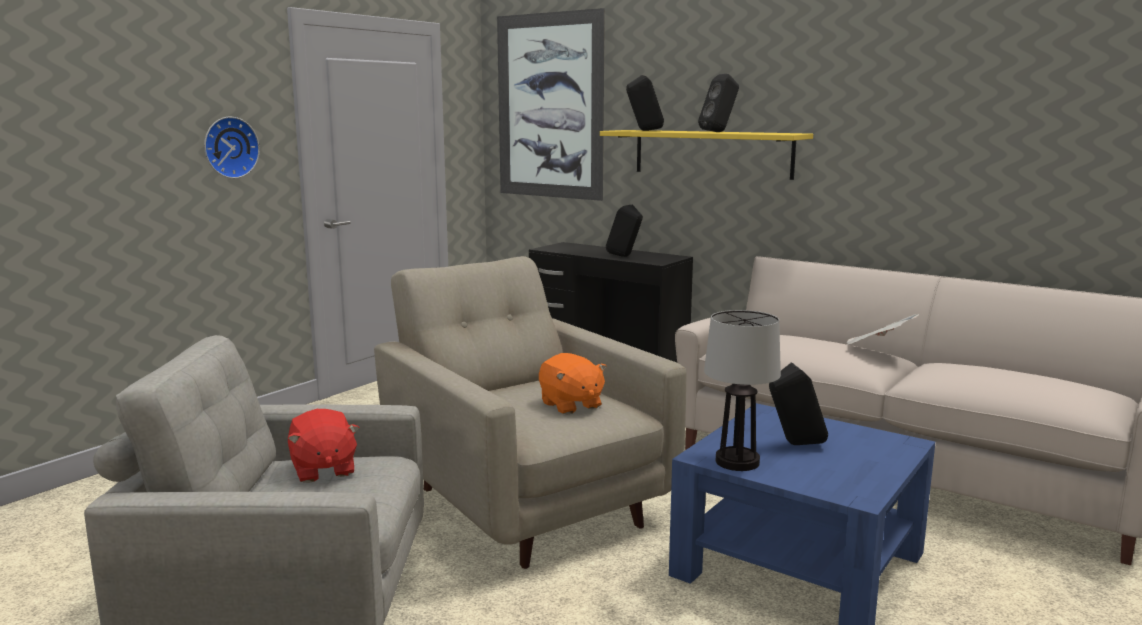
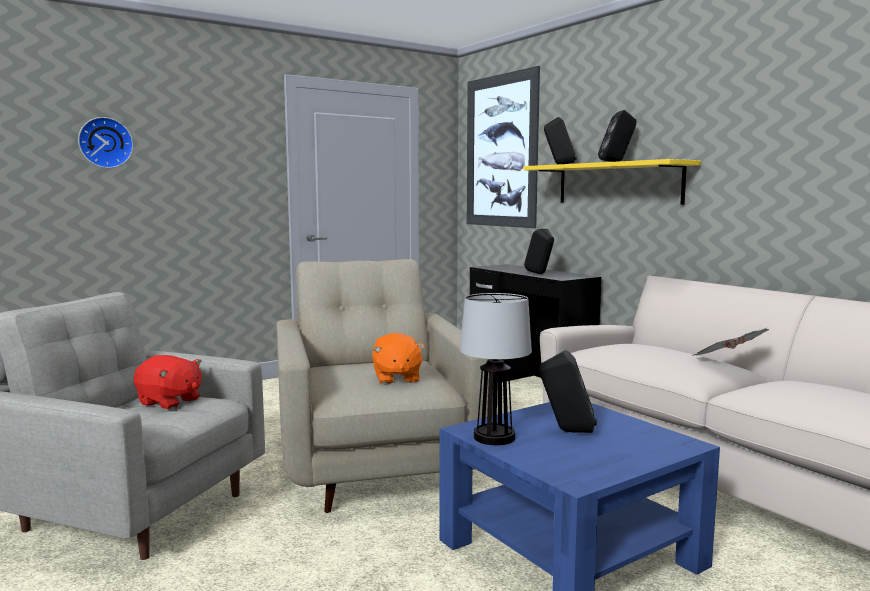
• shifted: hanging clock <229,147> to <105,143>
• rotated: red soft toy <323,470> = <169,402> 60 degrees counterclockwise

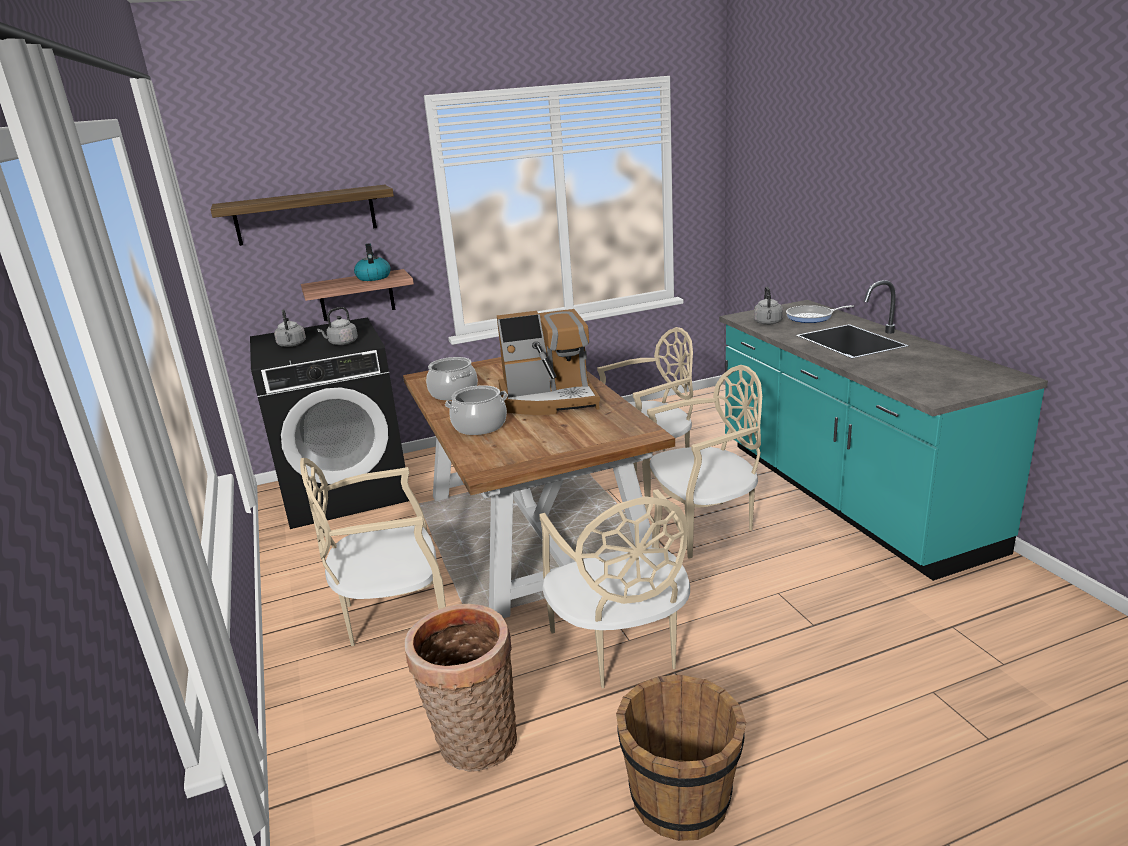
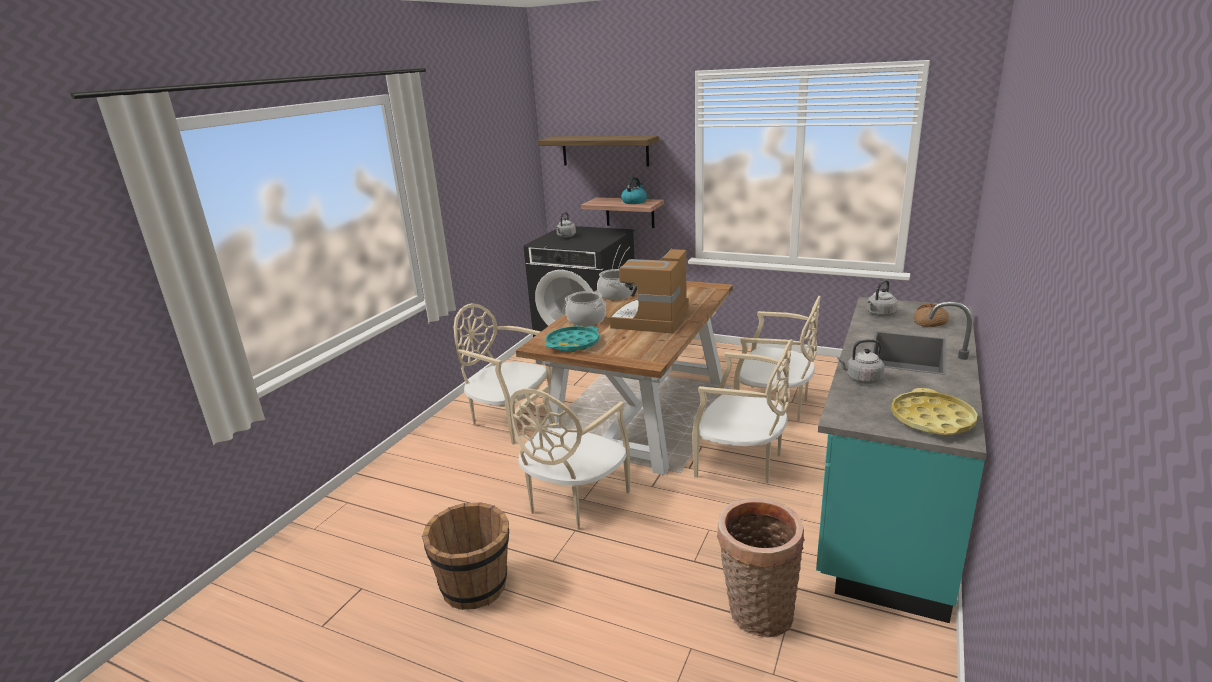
• new: turquoise serving tray <573,343>
• new: yellow serving tray <931,419>
• shifted: grey water kettle <342,343> to <861,379>
• shifted: storage basket <474,745> to <756,613>
• swapped: pan <812,317> to bread <930,322>
• rotated: coffee machine <549,399> = <651,318> 75 degrees clockwise

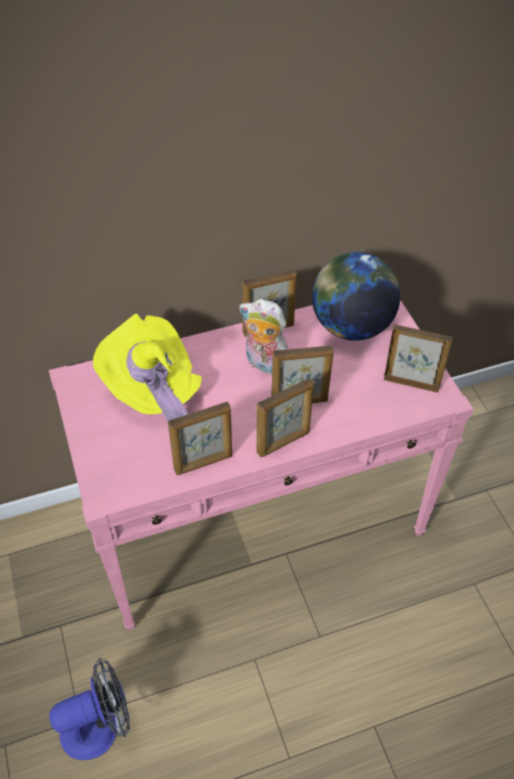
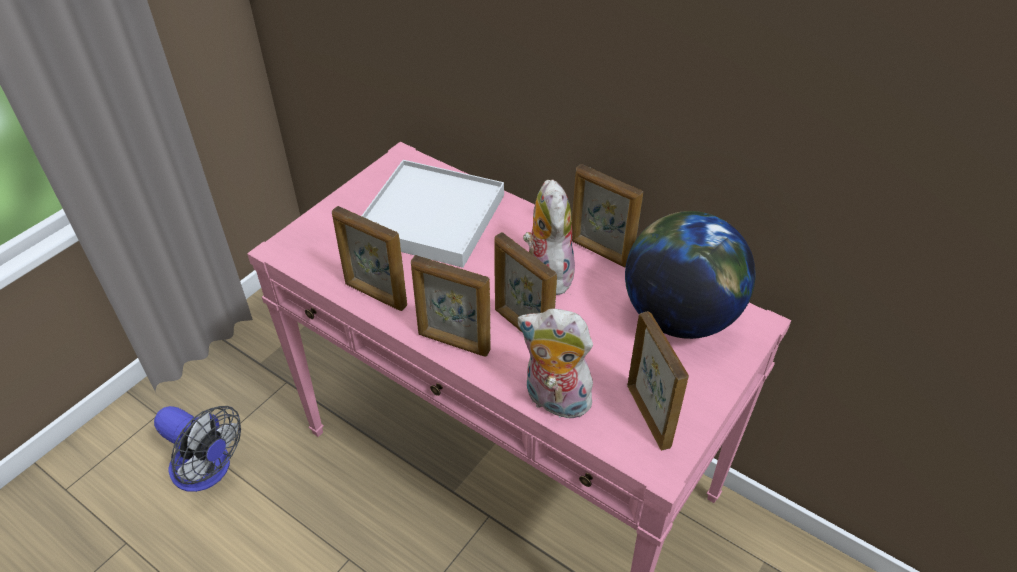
• new: soft toy <554,401>
• swapped: yellow wearable hat <154,394> to white-coloured serving tray <431,217>

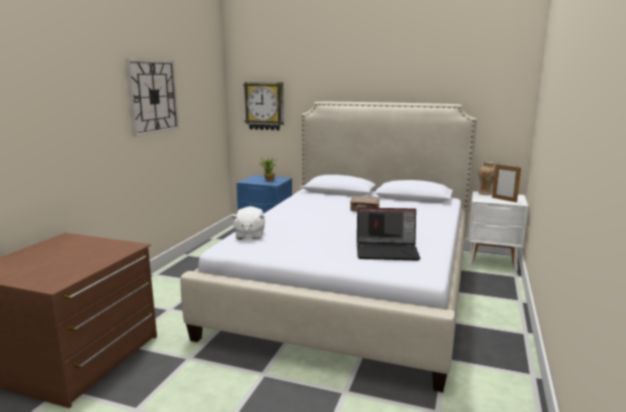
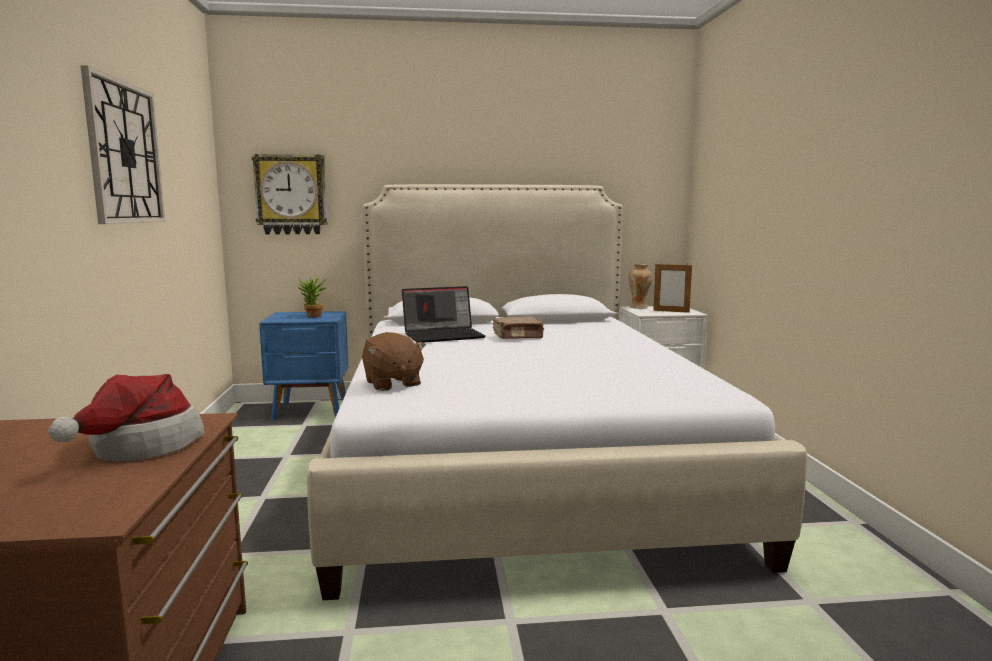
• new: wearable hat <138,446>
• shifted: portable computer <387,251> to <444,335>
• repainted: white-coloured soft toy <249,235> to brown soft toy <392,384>

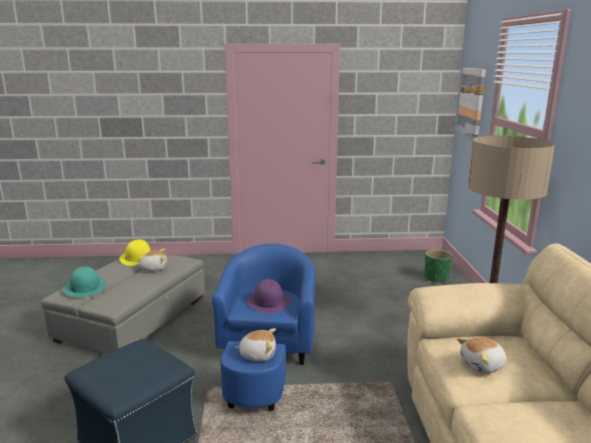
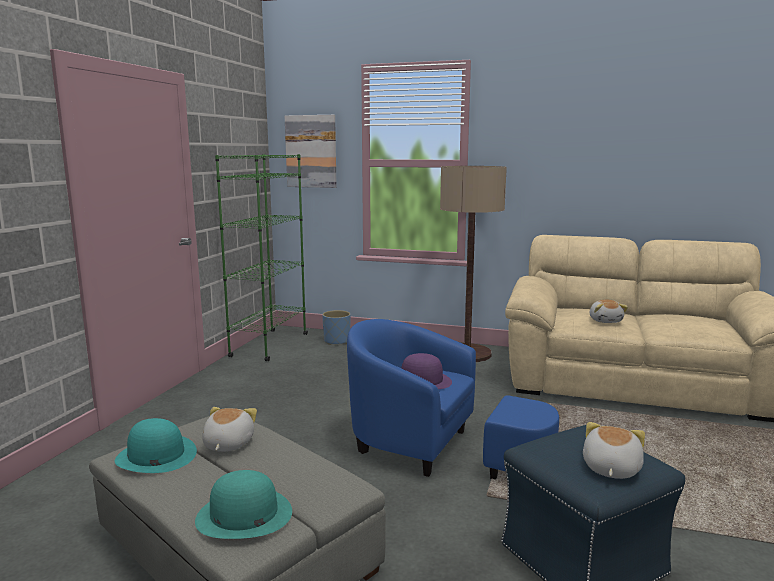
• new: green-coloured bookshelf <269,345>
• shifted: soft toy <257,354> to <610,469>
• repainted: yellow wearable hat <138,258> to turquoise wearable hat <156,455>
• repainted: green-coloured planter <436,278> to bluish planter <337,341>

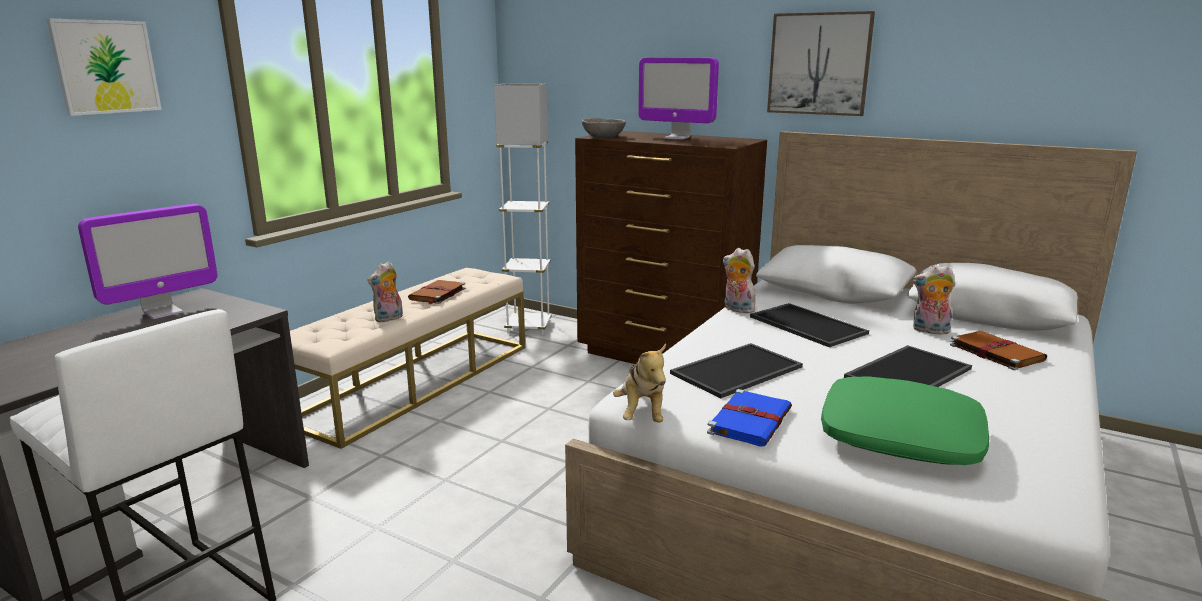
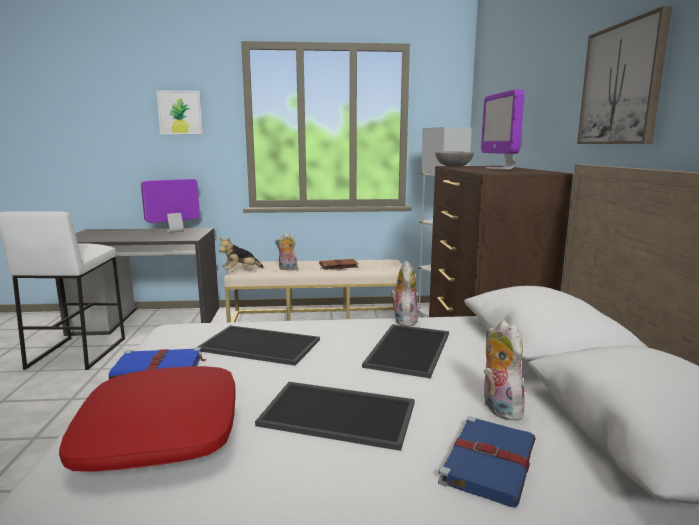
• shifted: soft toy <642,414> to <240,271>
• repainted: green-coloured pillow <900,437> to red pillow <161,433>
• repainted: brown volume <994,352> to bluish volume <489,461>
• rotated: computer display <163,312> = <174,231> 135 degrees clockwise

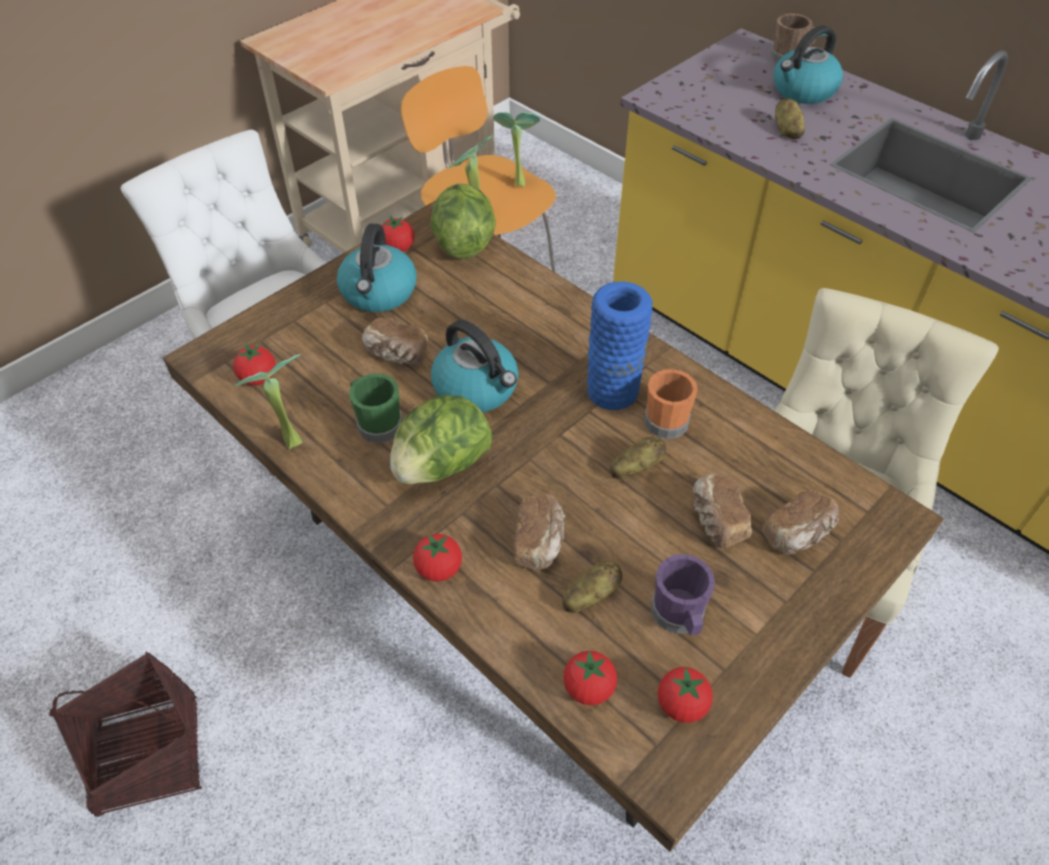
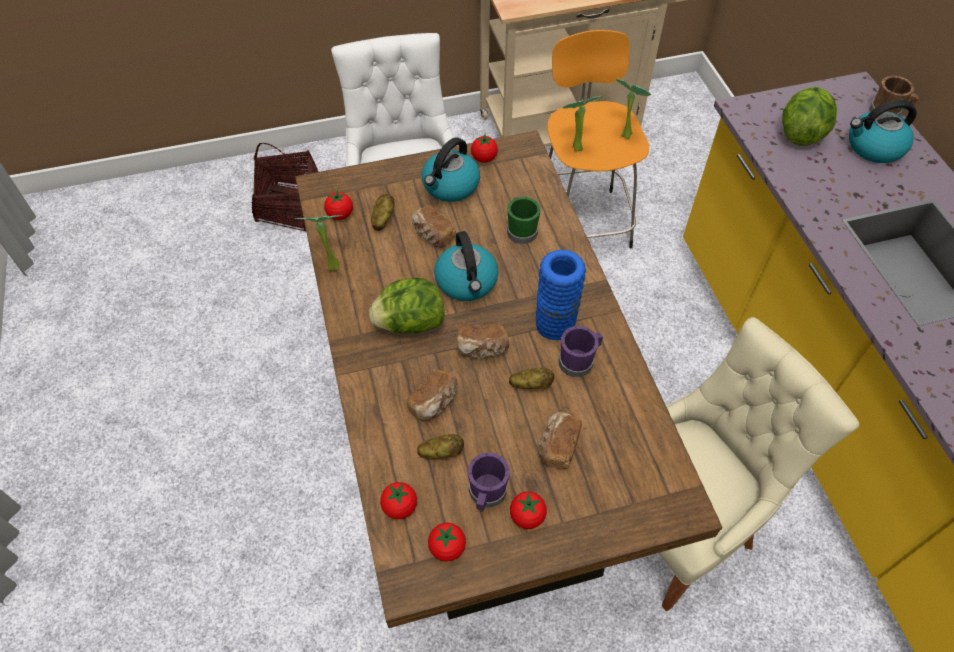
• shifted: storage basket <148,755> to <290,207>
• shifted: green-coloured coffee mug <376,423> to <521,230>
• shifted: tomato <439,569> to <527,516>
• shifted: lettuce head <463,243> to <800,133>
• shifted: bread <798,534> to <482,349>
• shifted: potato <786,130> to <382,219>
• repainted: orange-coloured coffee mug <668,418> to purplish coffee mug <579,361>

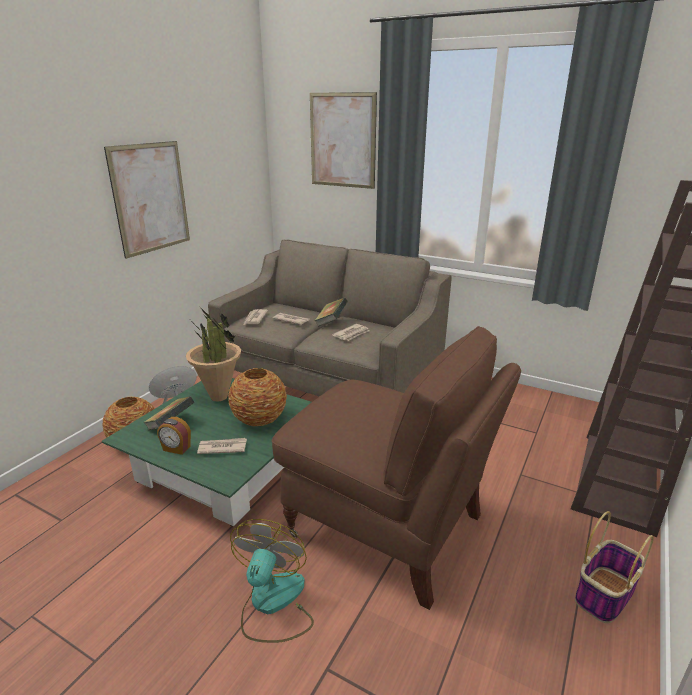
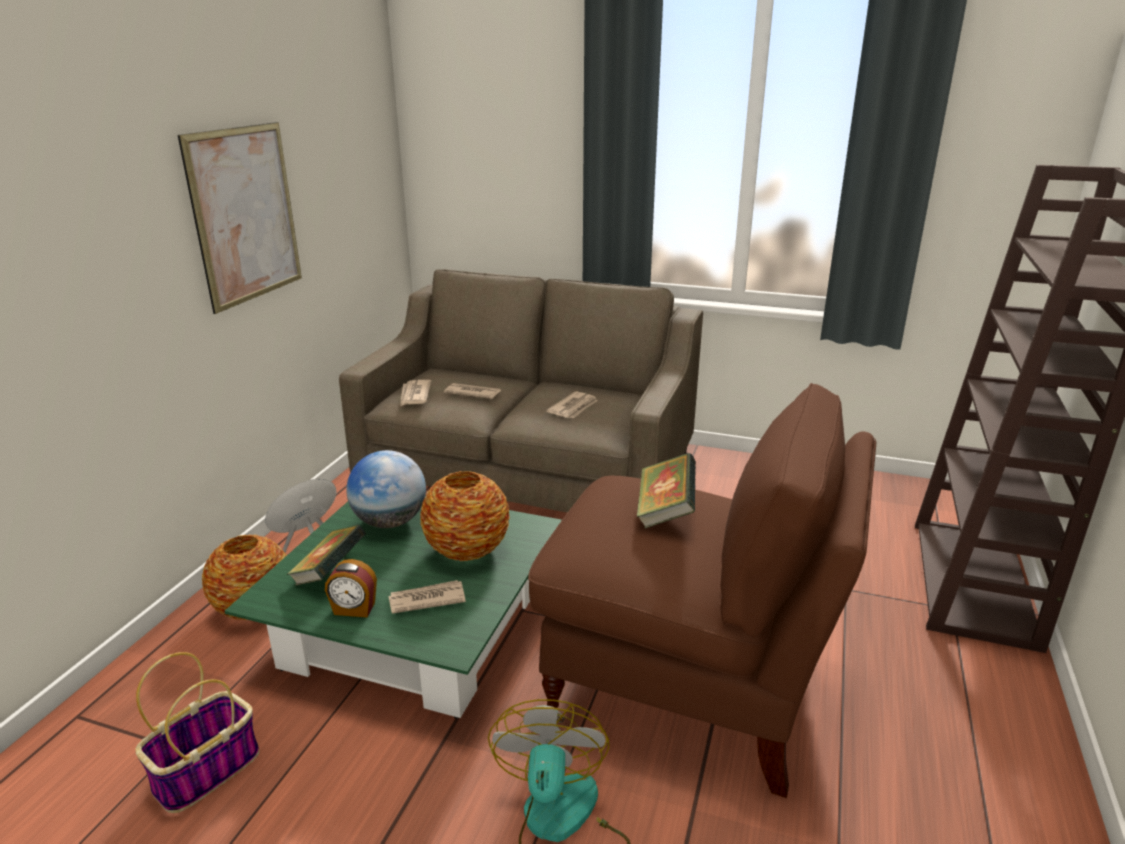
• gone: wall picture <342,141>
• shifted: volume <331,322> to <665,511>
• shifted: storage basket <604,594> to <207,770>
• swapped: houseplant <219,397> to world globe <390,522>

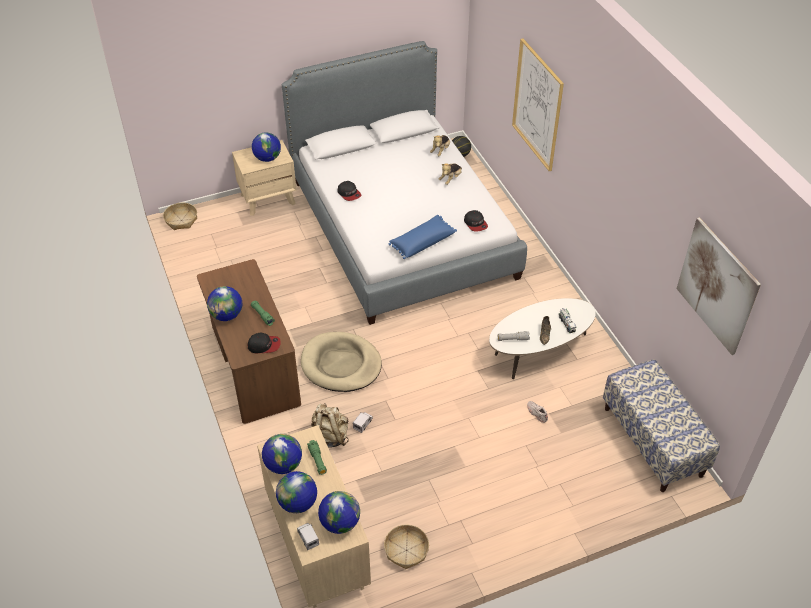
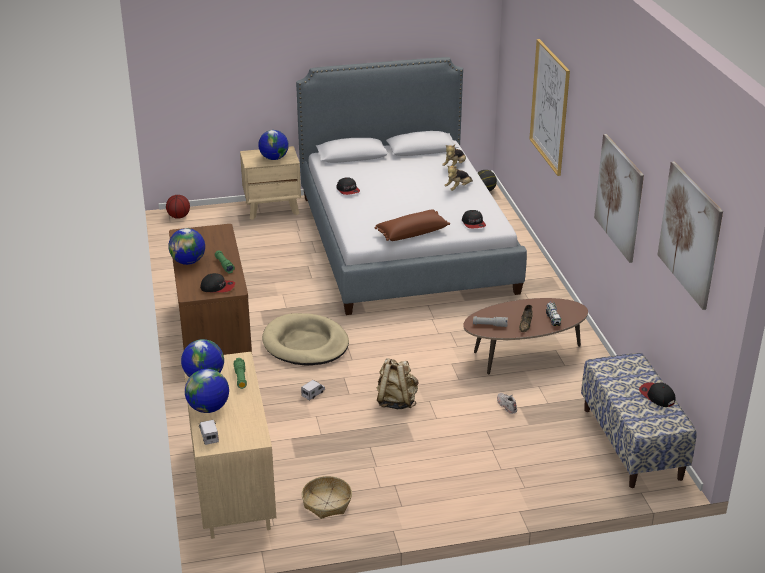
• gone: world globe <340,523>
• new: wall picture <619,197>
• new: peaked cap <657,396>
• shifted: beige-coloured knapsack <329,436> to <396,401>
• swapped: storage basket <181,220> to basketball <179,216>
• repainted: bluish pillow <422,242> to brown pillow <411,233>
• repainted: white-coloured coffee table <538,353> to brown coffee table <523,356>

